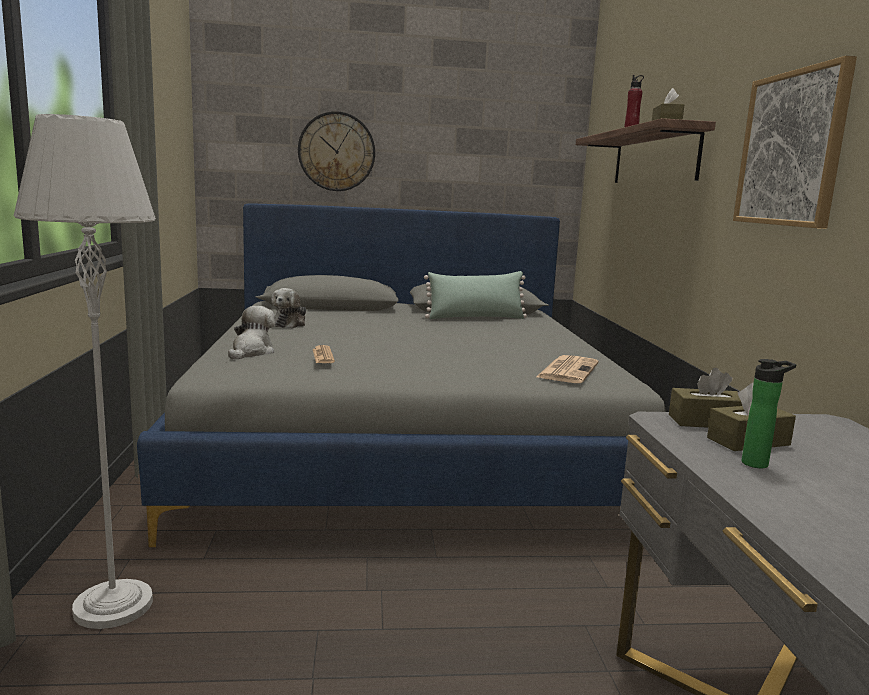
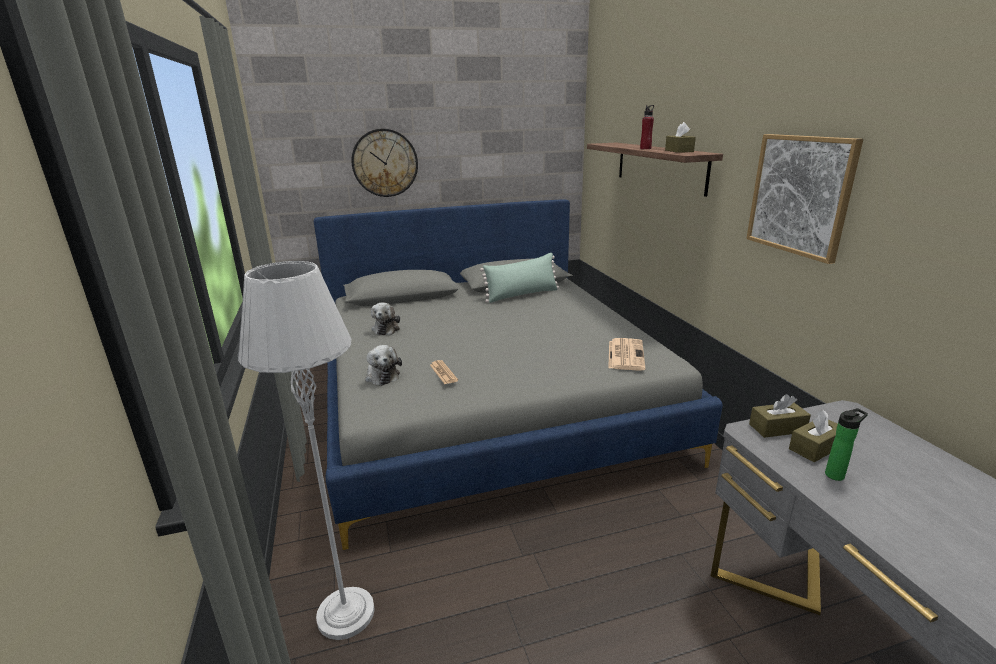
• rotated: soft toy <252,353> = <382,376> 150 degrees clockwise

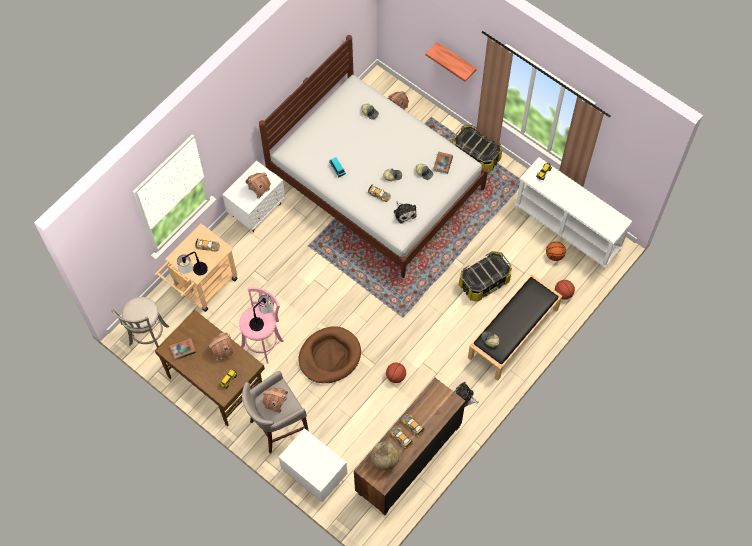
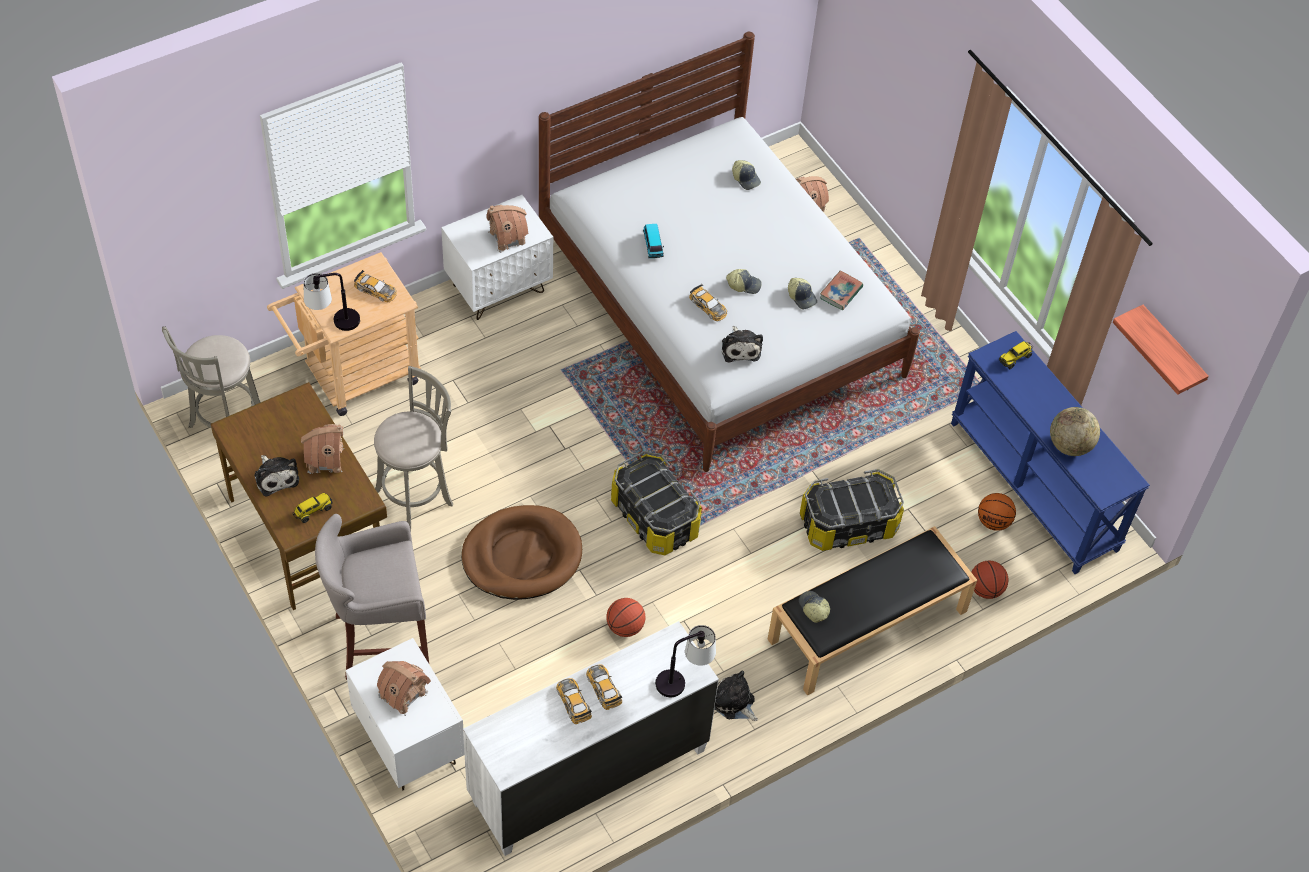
• gone: volume <183,349>
• new: soft toy <276,477>
• shifted: tabletop lamp <262,320> to <683,679>
• shifted: model house <275,402> to <403,694>
• shifted: world globe <385,460> to <1070,445>
• shifted: wall shelf <456,60> to <1170,352>
• shifted: storage container <476,155> to <655,517>
• repainted: pink-coloured sitting stool <263,342> to grey sitting stool <417,496>
• repainted: brown chest of drawers <408,460> to white-coloured chest of drawers <587,775>
• repainted: white-coloured hall table <568,228> to bluish hall table <1035,485>

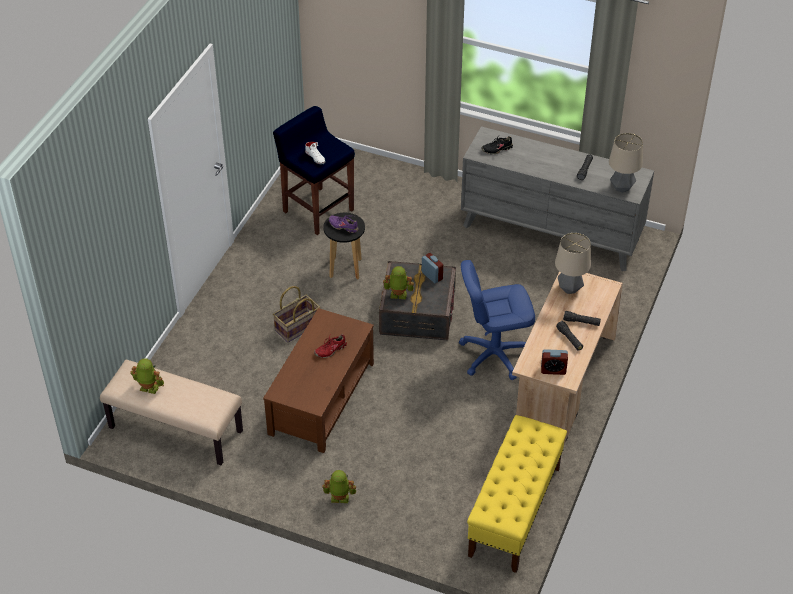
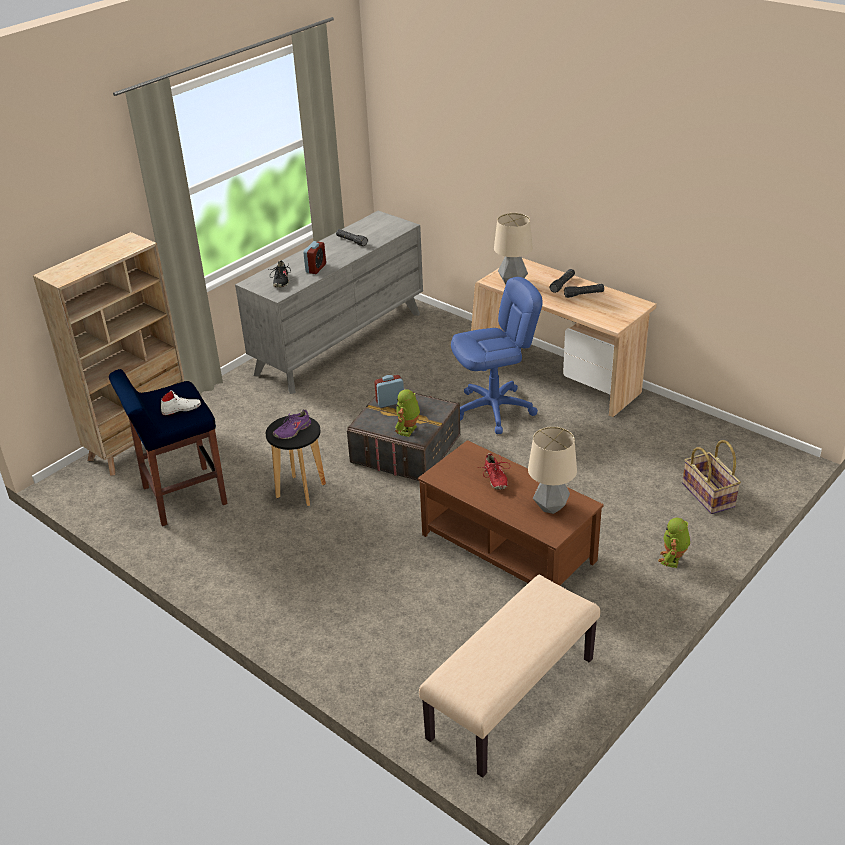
• gone: robot figure <148,389>
• gone: yellow long seat <514,512>
• new: beige-coloured bookshelf <141,443>
• shifted: storage basket <298,327> to <709,495>
• shifted: table clock <553,370> to <316,268>
• shifted: tabletop lamp <622,188> to <550,507>
• rotated: bluish desk chair <494,354> = <494,410> 120 degrees counterclockwise

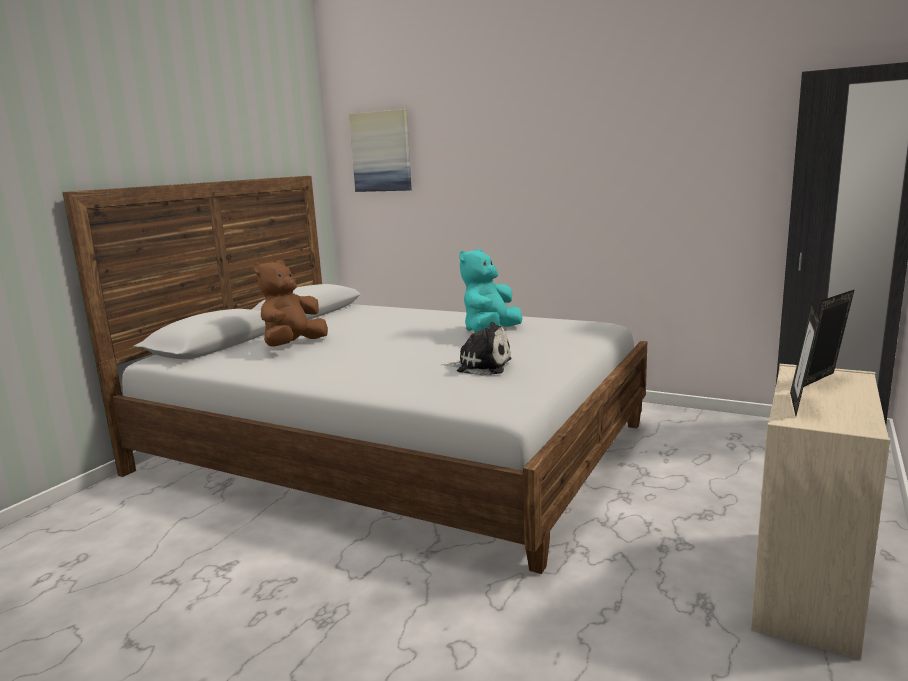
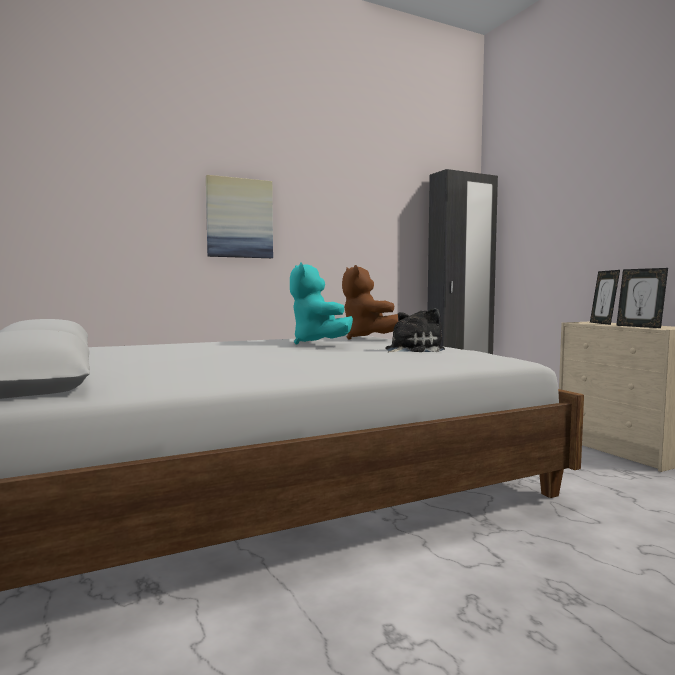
• shifted: brown soft toy <293,345> to <366,338>
• shifted: wall picture <381,151> to <239,218>

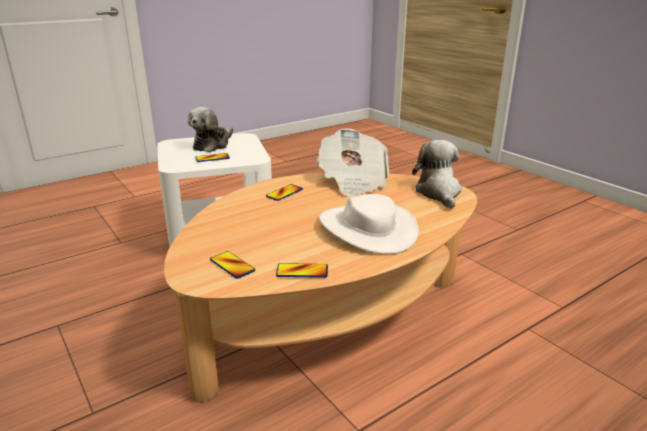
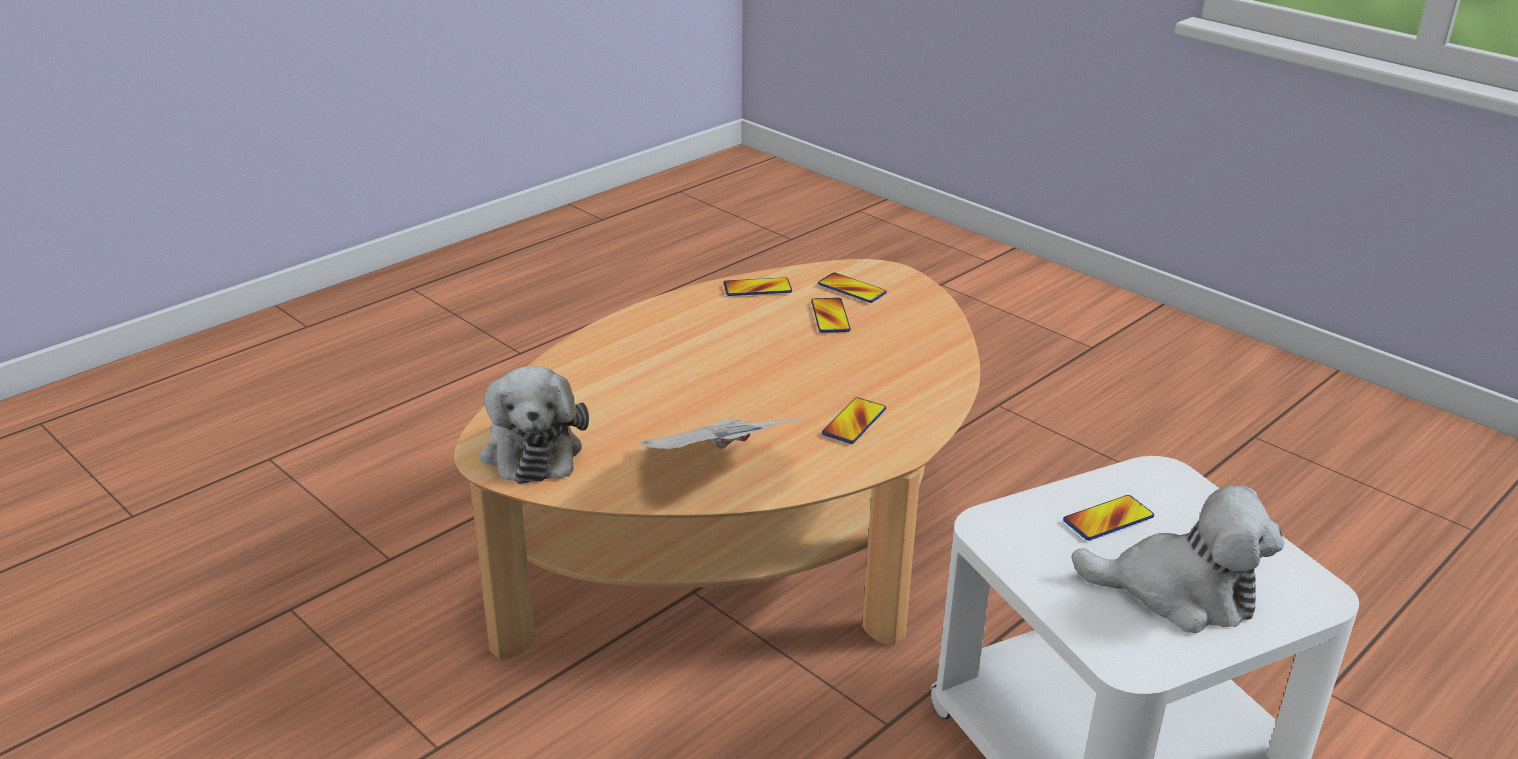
• gone: white-coloured wearable hat <367,229>
• new: telephone <830,316>
• rotated: soft toy <212,144> = <1179,593> 90 degrees clockwise

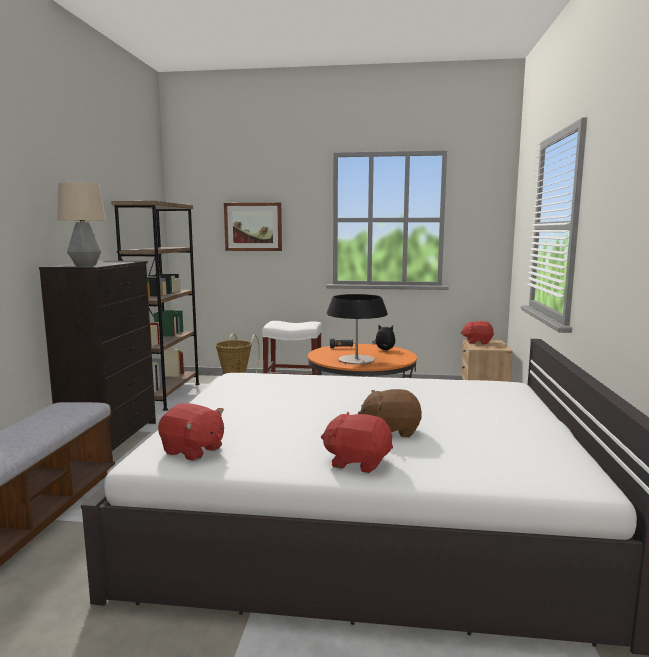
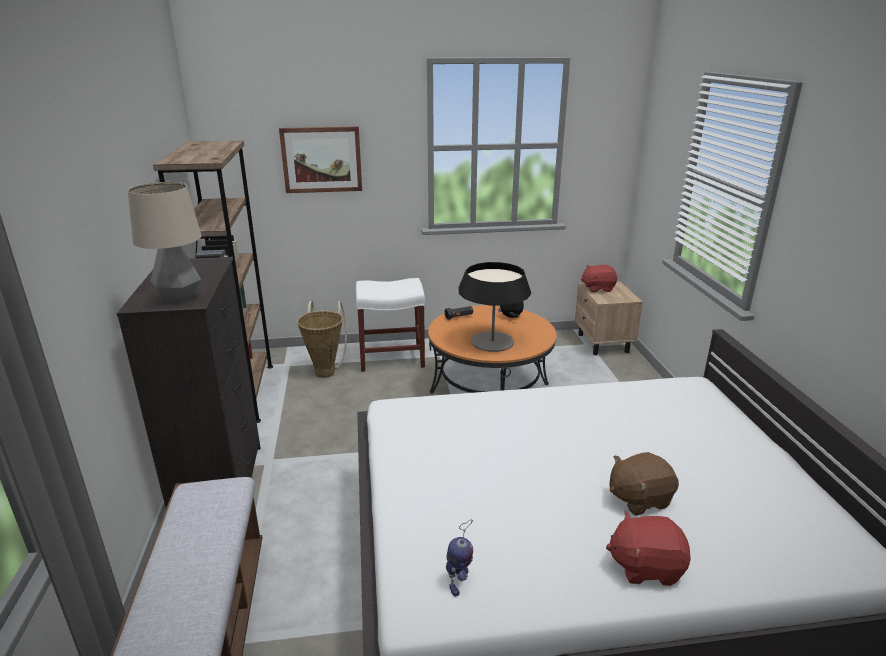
• swapped: red soft toy <193,450> to robot figure <458,582>

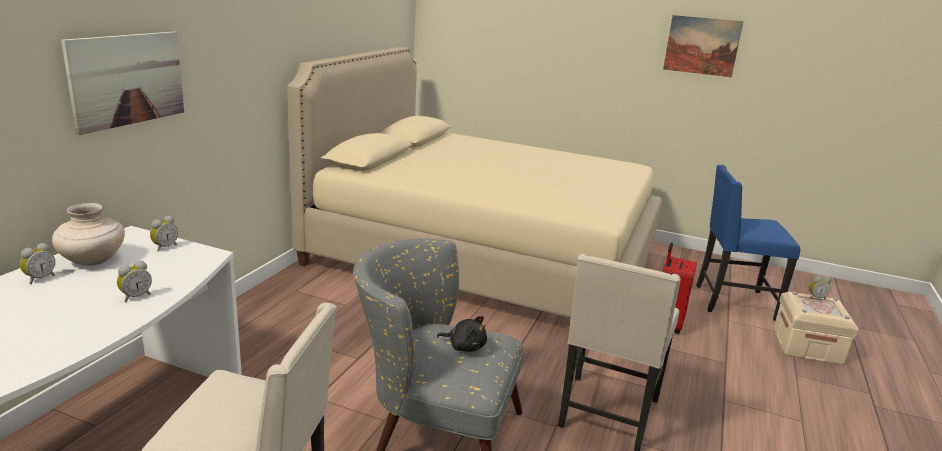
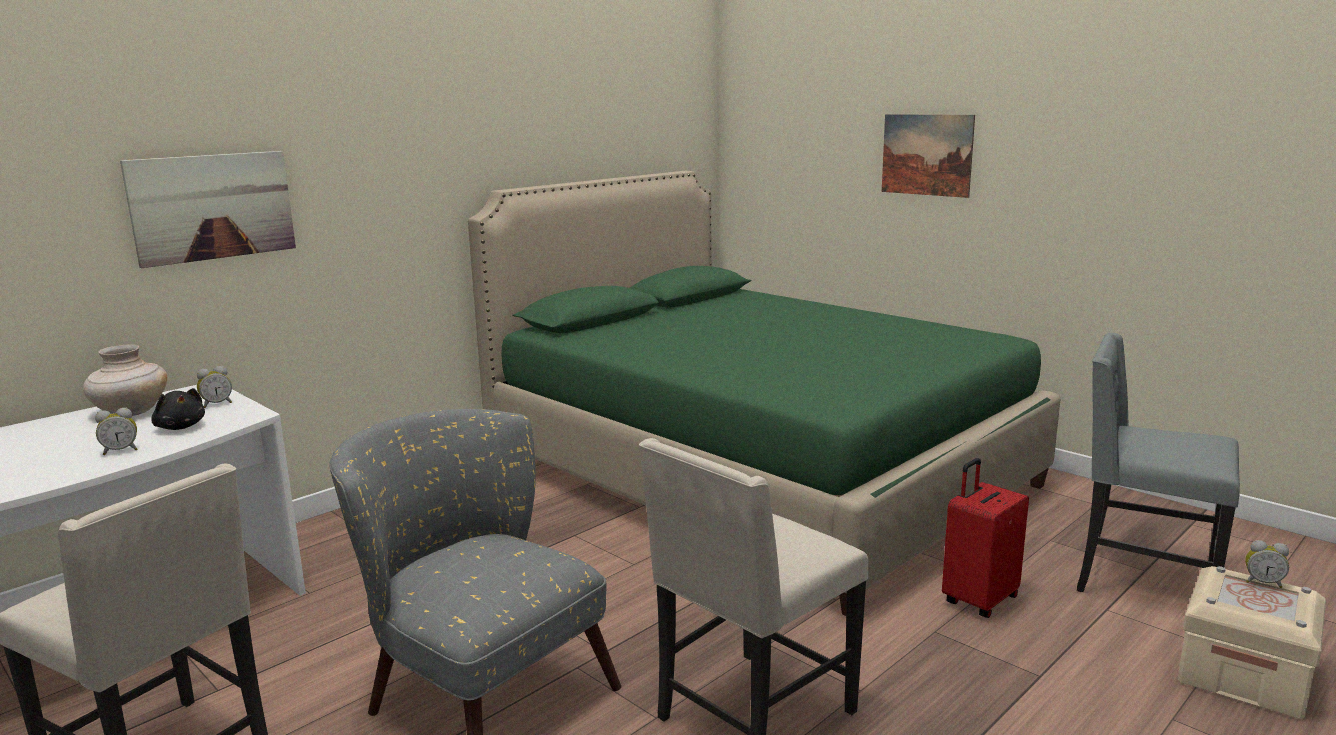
• gone: table clock <39,278>
• shifted: black soft toy <465,346> to <180,427>
• shifted: wall picture <702,46> to <926,155>
• repainted: beige-coloured bedroom bed <485,257> to green-coloured bedroom bed <755,473>
• repainted: bluish upright chair <732,302> to grey upright chair <1142,582>

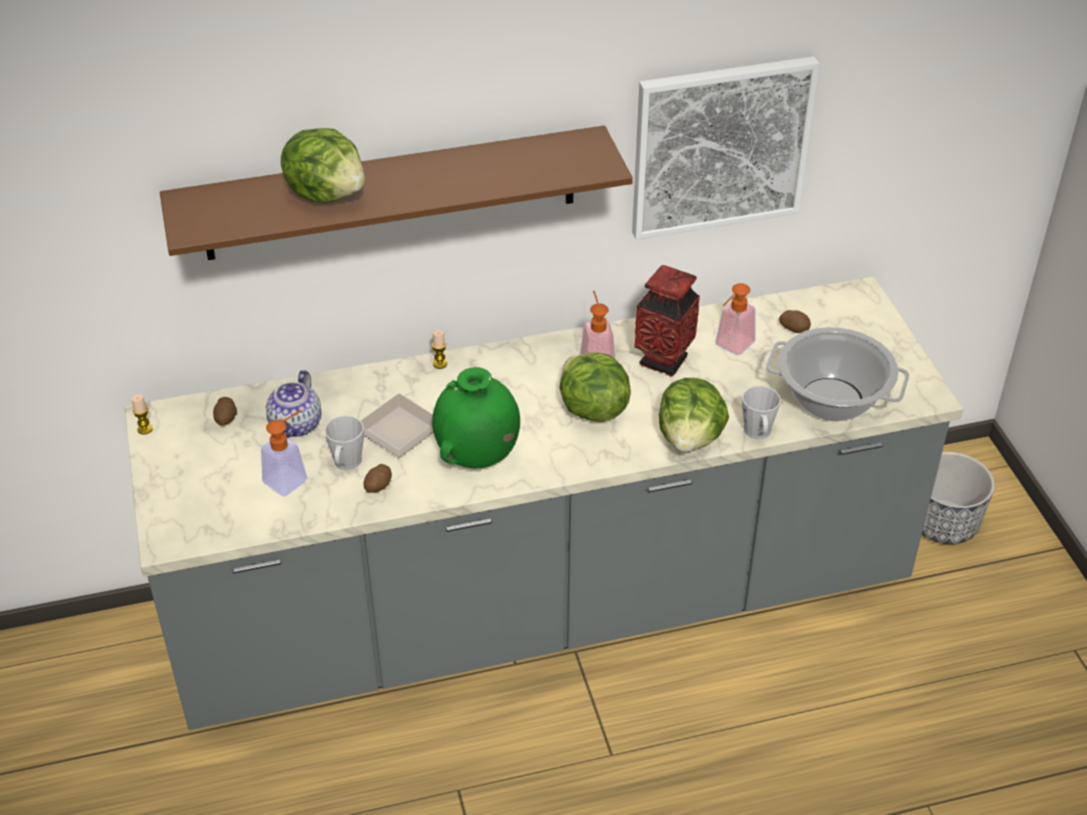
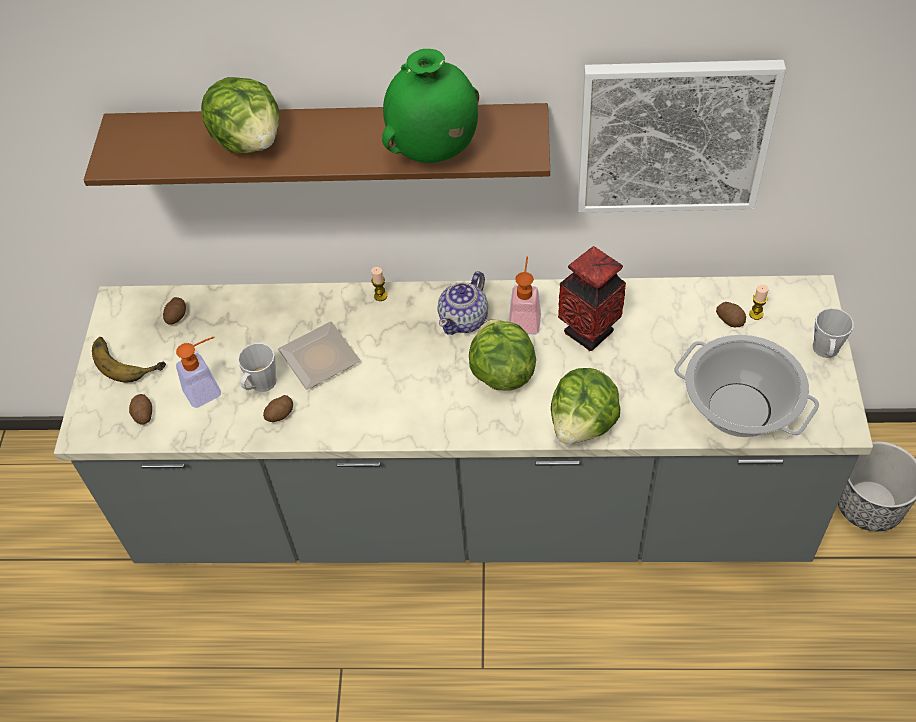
• gone: soap bottle <731,347>
• new: banana fruit <128,358>
• new: potato <143,414>
• shifted: wax light <145,429> to <756,314>
• shifted: teapot <296,424> to <464,319>
• shifted: green-coloured vase <477,457> to <433,152>
• shifted: grey coffee mug <758,433> to <825,352>

